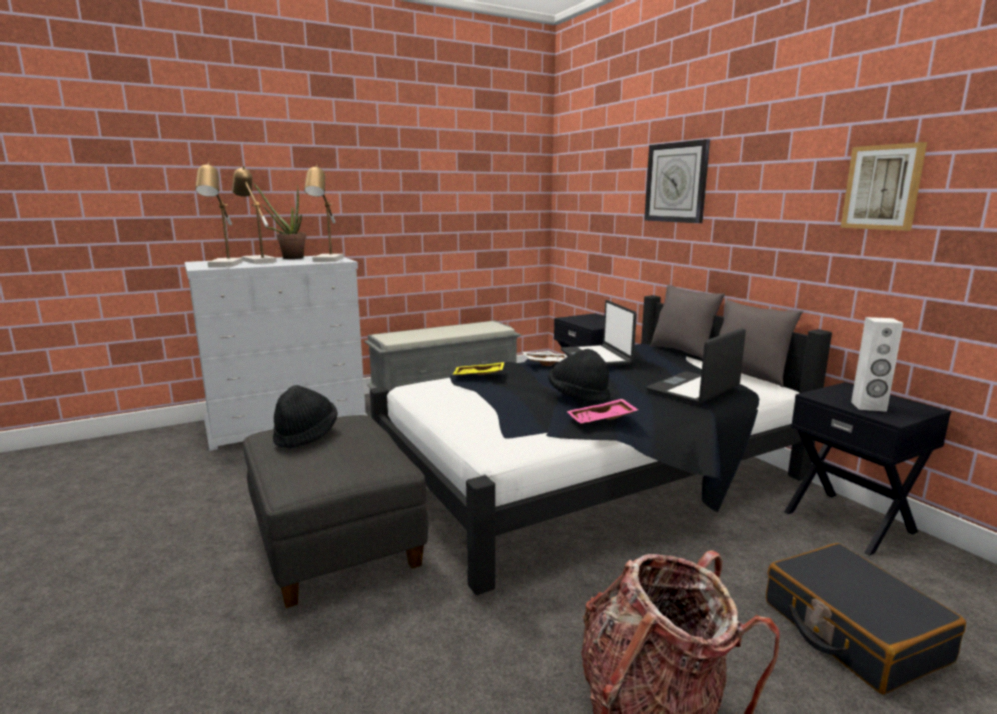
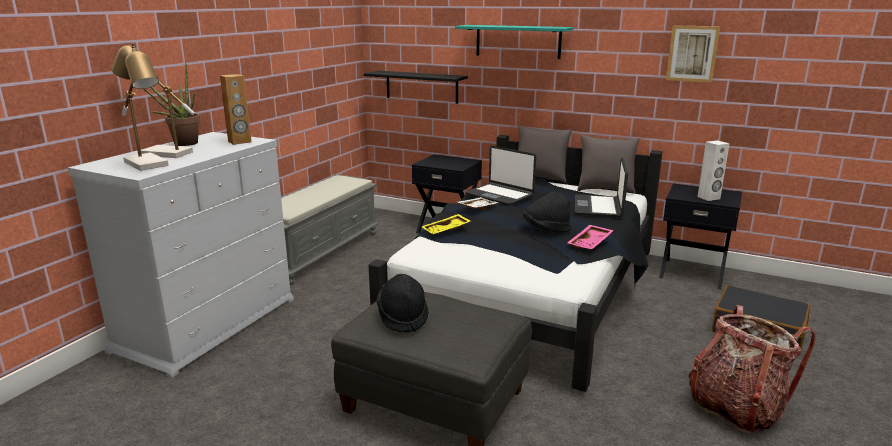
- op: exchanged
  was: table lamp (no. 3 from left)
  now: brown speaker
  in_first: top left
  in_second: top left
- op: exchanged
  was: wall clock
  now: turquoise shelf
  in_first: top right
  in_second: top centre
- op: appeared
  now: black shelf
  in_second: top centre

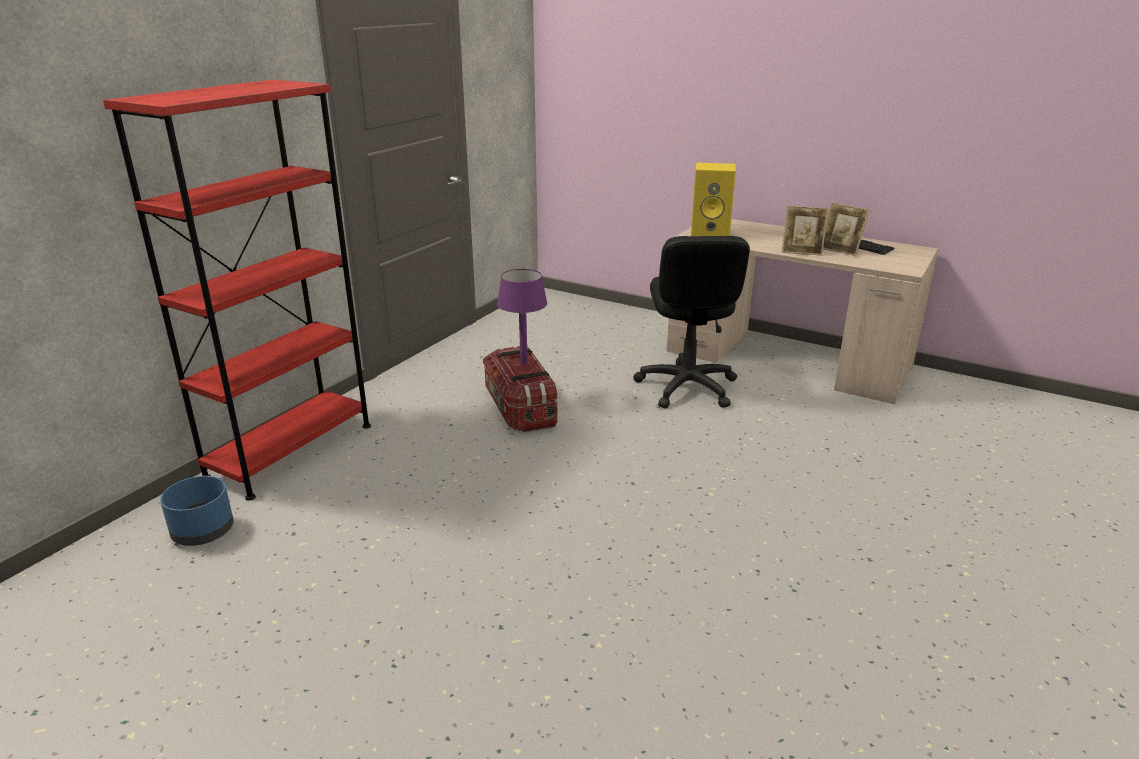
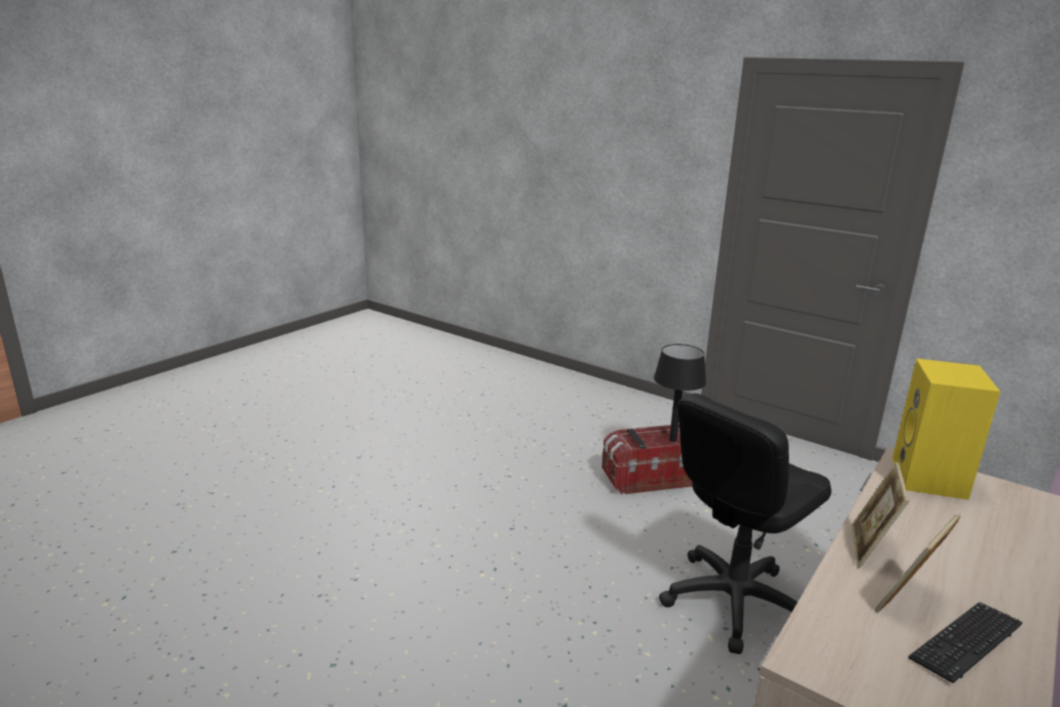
- op: missing
  was: red bookcase
  in_first: middle left
- op: missing
  was: blue planter
  in_first: bottom left
- op: colour
  was: purple table lamp
  now: black table lamp
  in_first: centre
  in_second: centre
- op: spun
  was: black office chair
  in_first: centre
  in_second: bottom right
  clockwise: -45

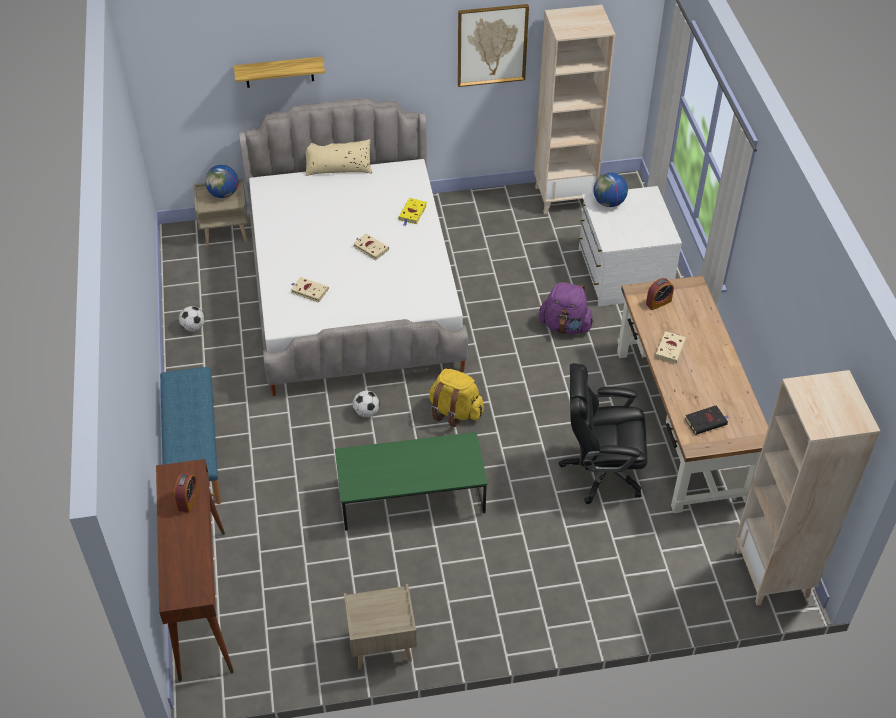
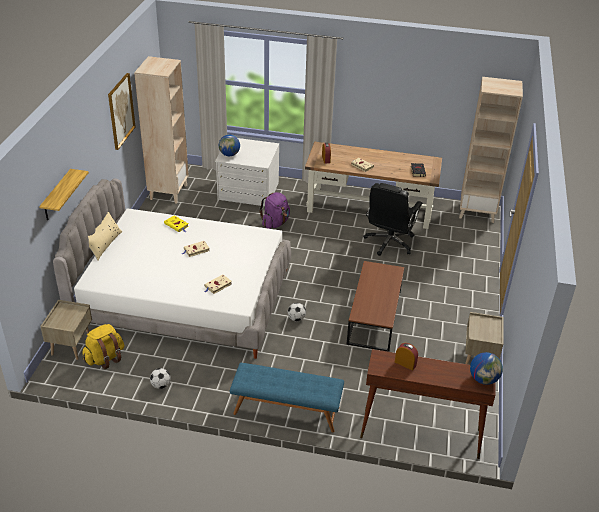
- op: relocated
  was: globe (no. 1 from left in the first image)
  now: globe (no. 2 from left)
  in_first: top left
  in_second: bottom right
- op: colour
  was: green coffee table
  now: brown coffee table
  in_first: bottom centre
  in_second: centre
- op: relocated
  was: yellow backpack
  in_first: centre
  in_second: bottom left

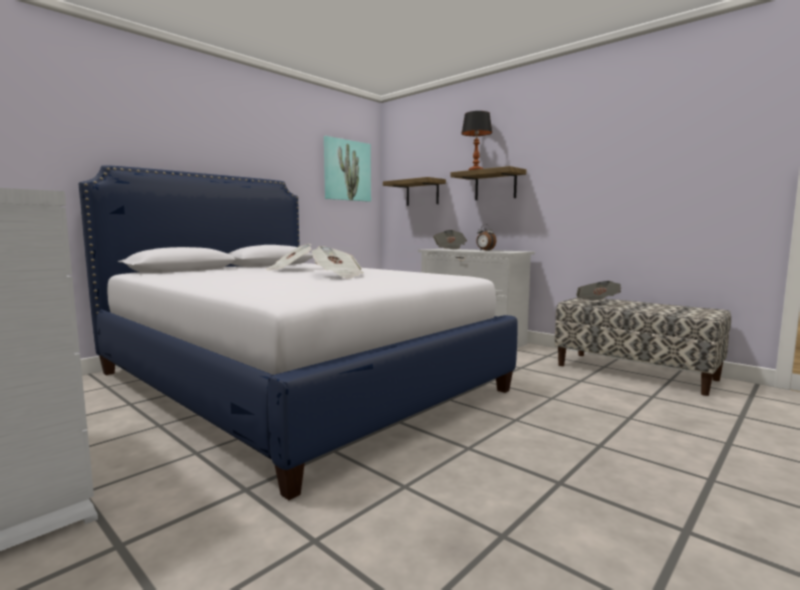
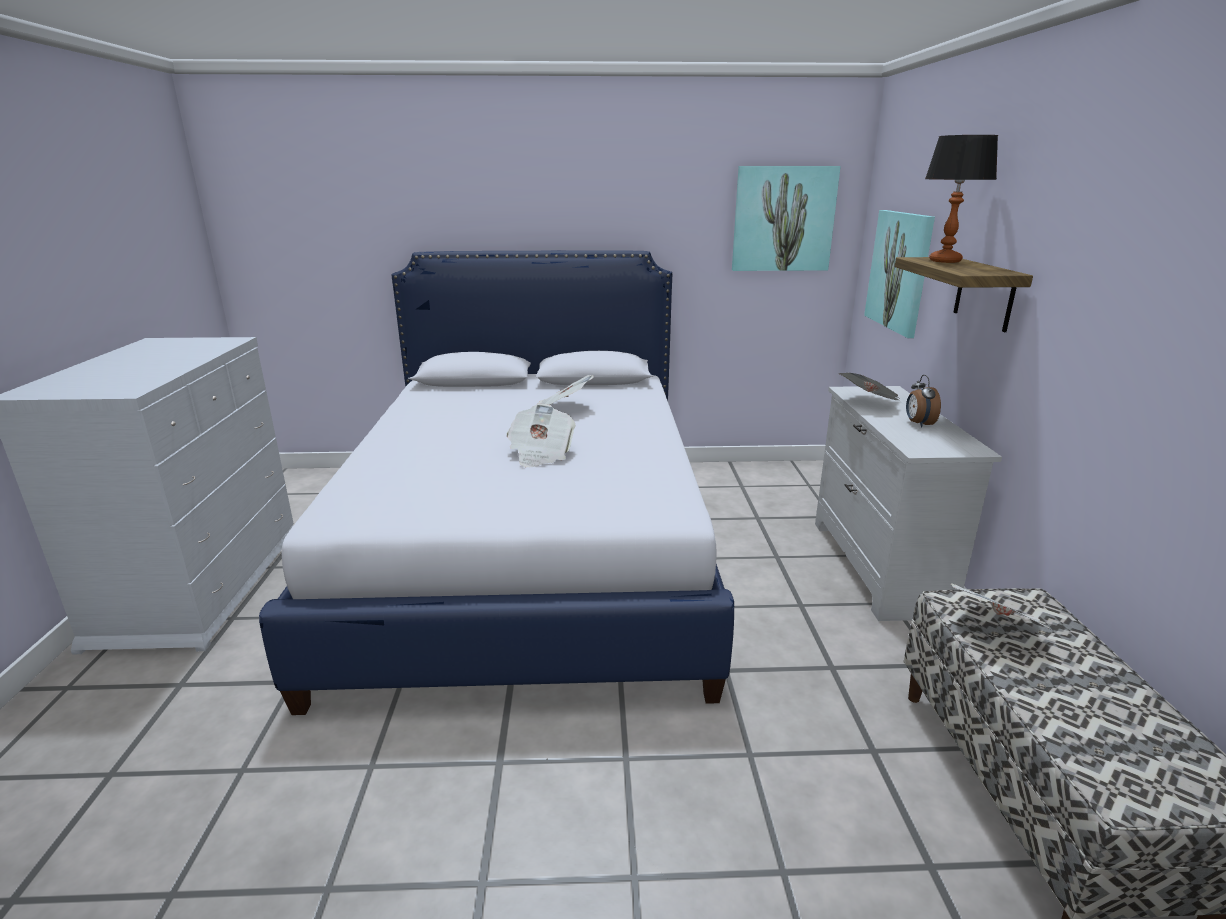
- op: exchanged
  was: shelf (no. 1 from left)
  now: picture (no. 2 from left)
  in_first: top centre
  in_second: top right

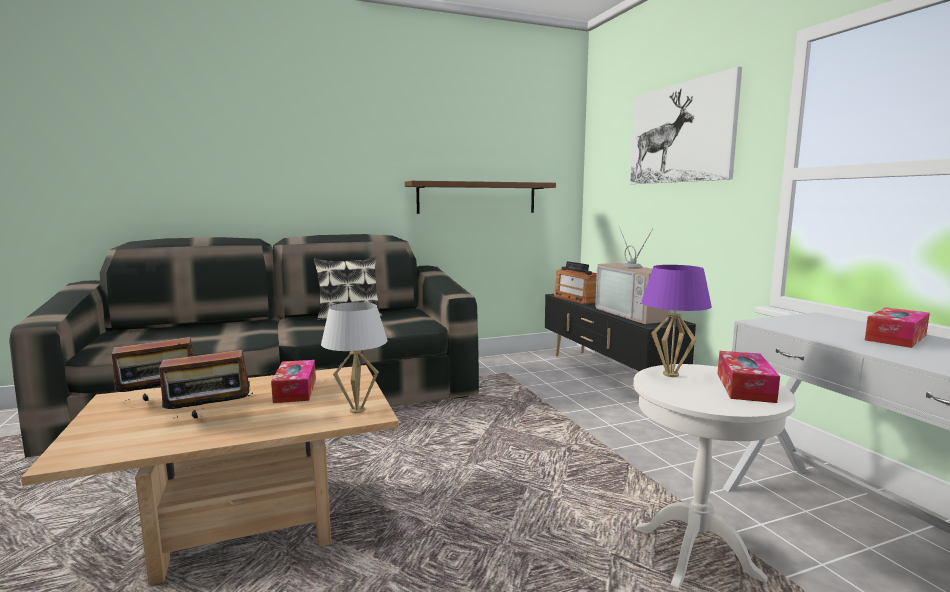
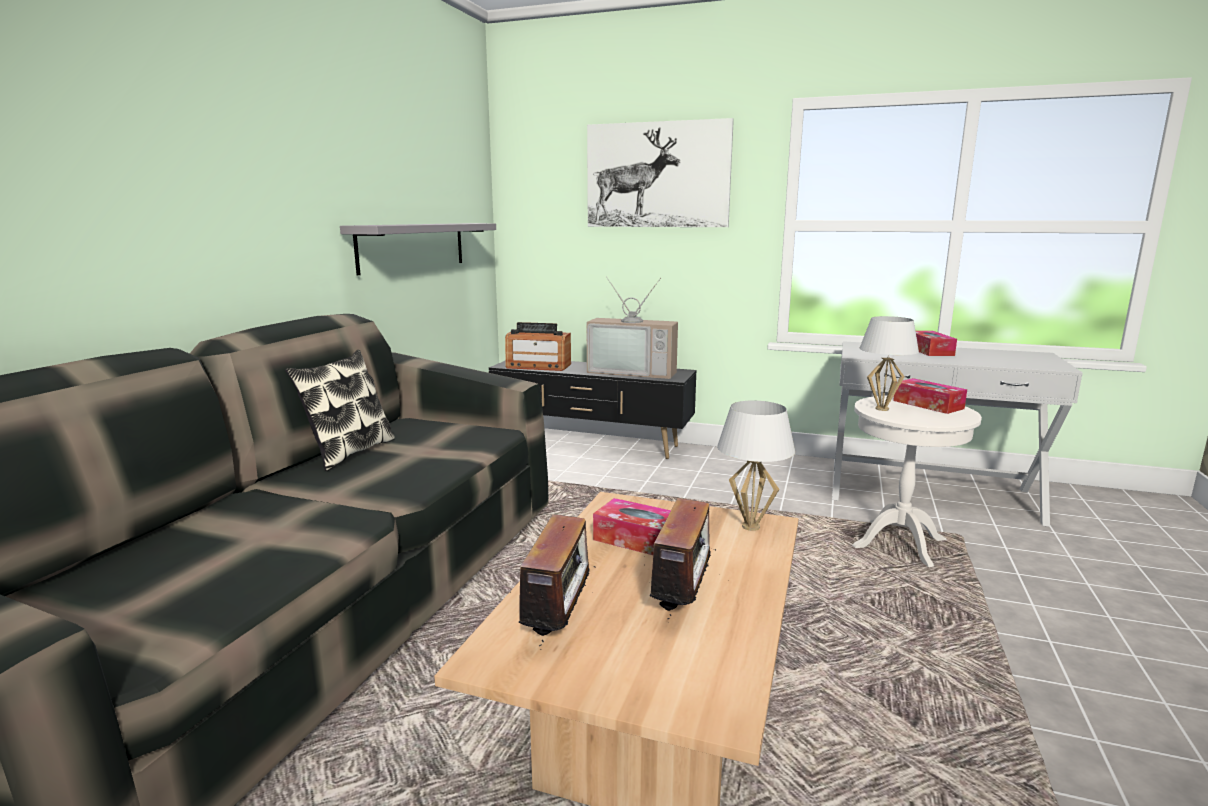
- op: colour
  was: brown shelf
  now: grey shelf
  in_first: top centre
  in_second: top centre
- op: colour
  was: purple table lamp
  now: white table lamp (no. 2 from left)
  in_first: middle right
  in_second: middle right

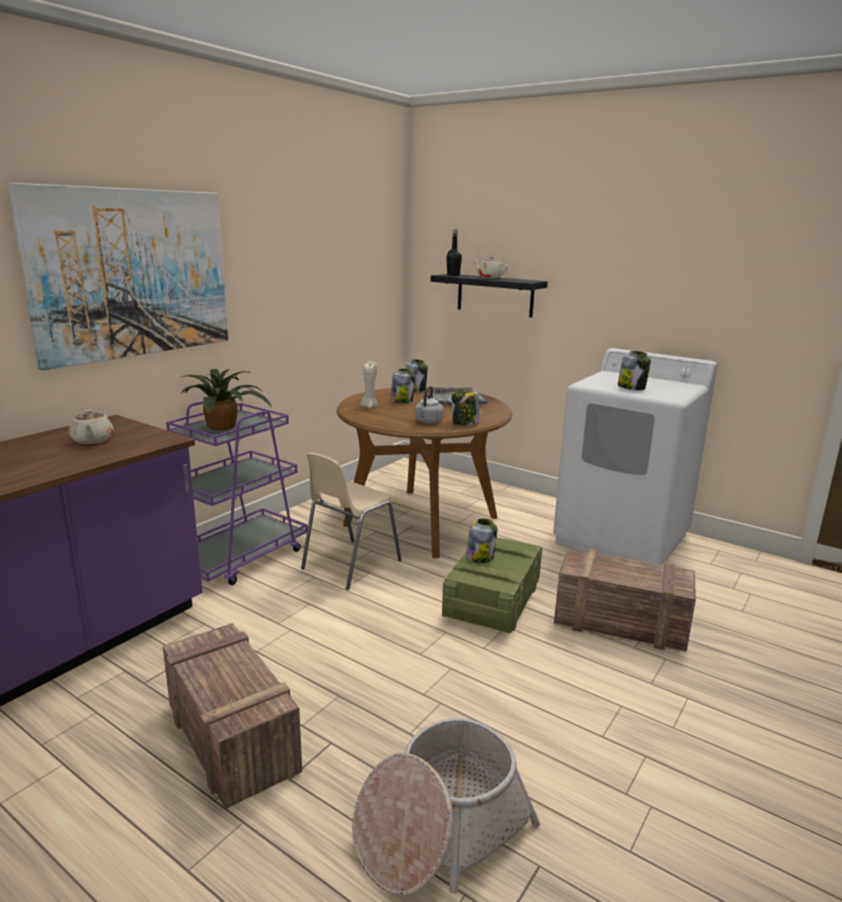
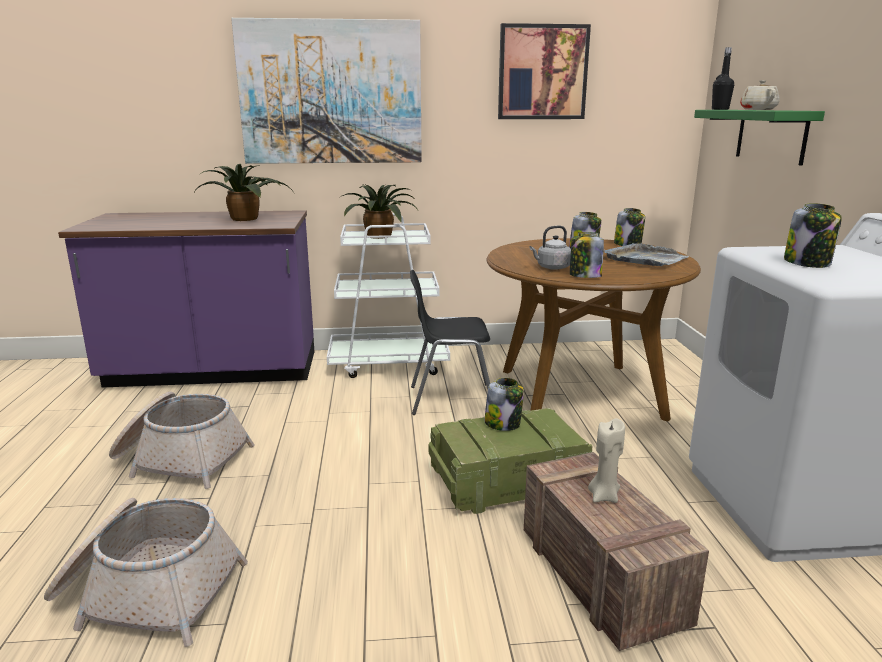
- op: exchanged
  was: beige teapot (no. 1 from left)
  now: potted plant (no. 1 from left)
  in_first: middle left
  in_second: top left
- op: exchanged
  was: crate (no. 1 from left)
  now: basket (no. 2 from left)
  in_first: bottom left
  in_second: middle left
- op: colour
  was: purple cart
  now: white cart
  in_first: middle left
  in_second: centre
- op: colour
  was: beige chair
  now: black chair
  in_first: centre
  in_second: centre
- op: relocated
  was: beige candle
  in_first: centre
  in_second: bottom right
- op: colour
  was: black shelf
  now: green shelf
  in_first: top centre
  in_second: top right
- op: appeared
  now: picture (no. 2 from left)
  in_second: top centre

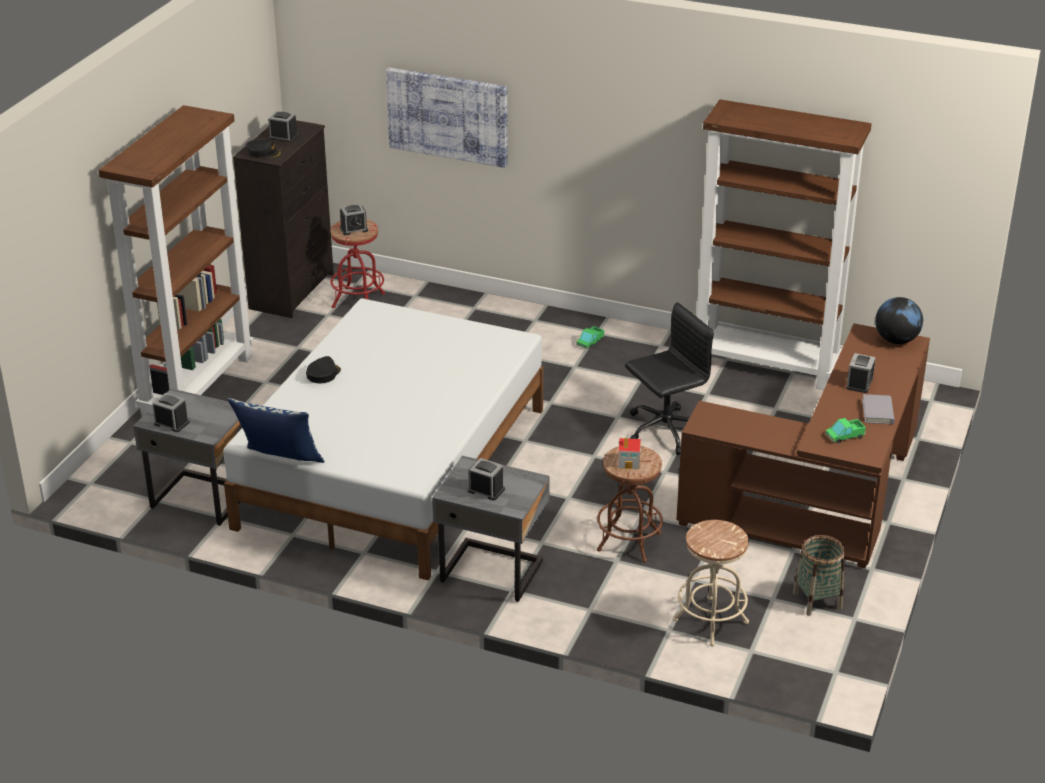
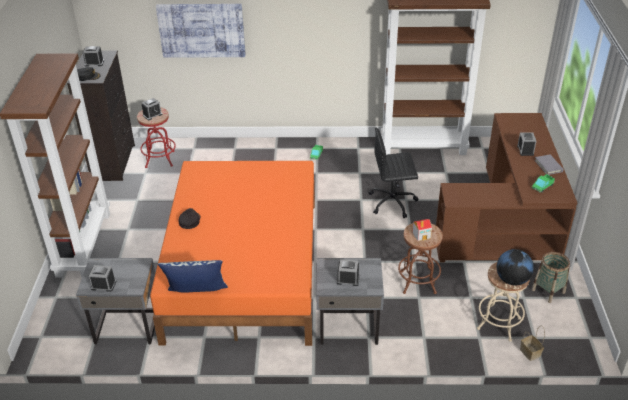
- op: colour
  was: white bed
  now: orange bed
  in_first: centre
  in_second: centre
- op: spun
  was: black office chair
  in_first: centre
  in_second: centre
  clockwise: -135
- op: relocated
  was: globe
  in_first: middle right
  in_second: bottom right
- op: appeared
  now: basket (no. 1 from left)
  in_second: bottom right

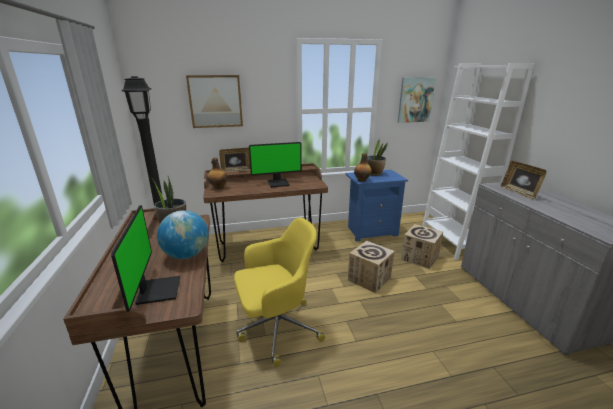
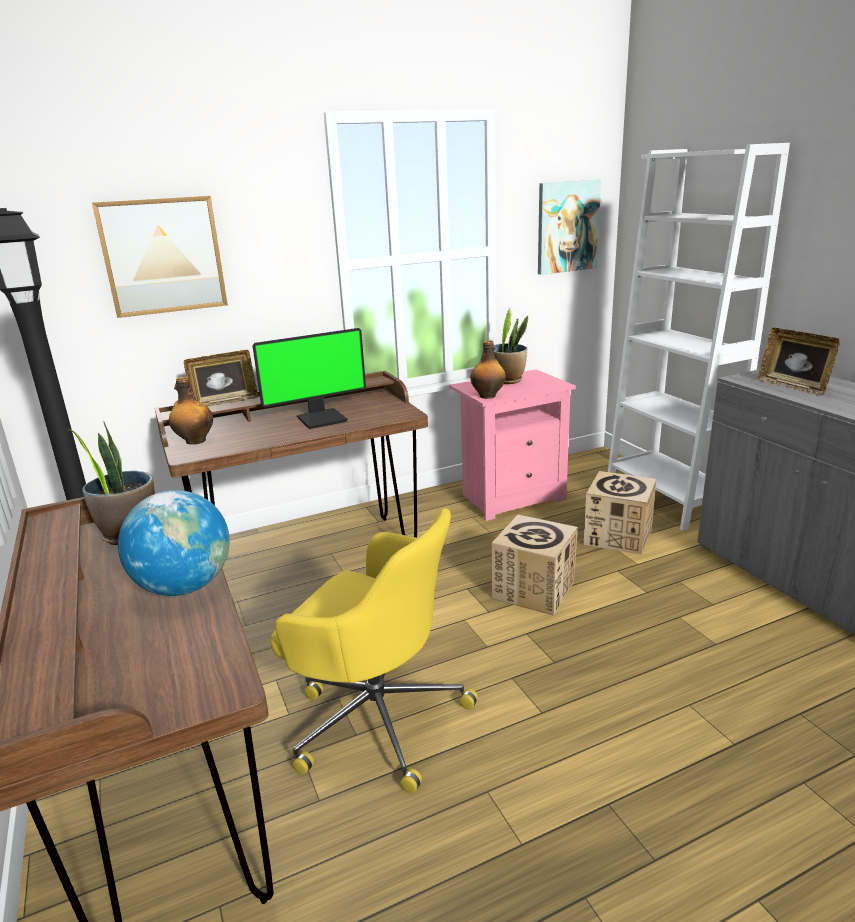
- op: missing
  was: monitor (no. 1 from left)
  in_first: middle left
- op: spun
  was: yellow office chair
  in_first: bottom centre
  in_second: bottom centre
  clockwise: 60
- op: colour
  was: blue nightstand
  now: pink nightstand
  in_first: centre
  in_second: centre

